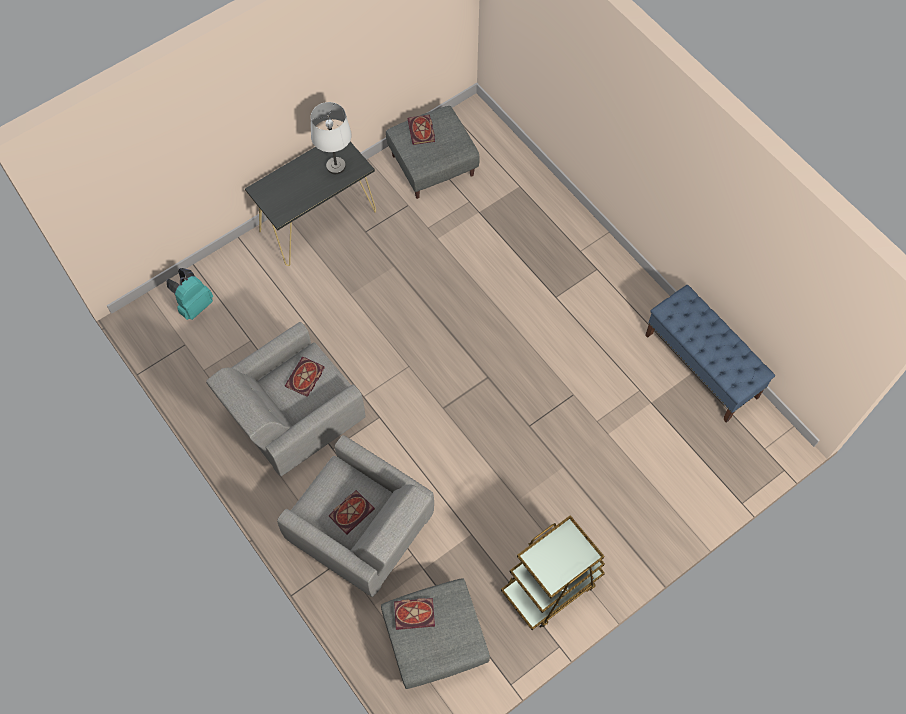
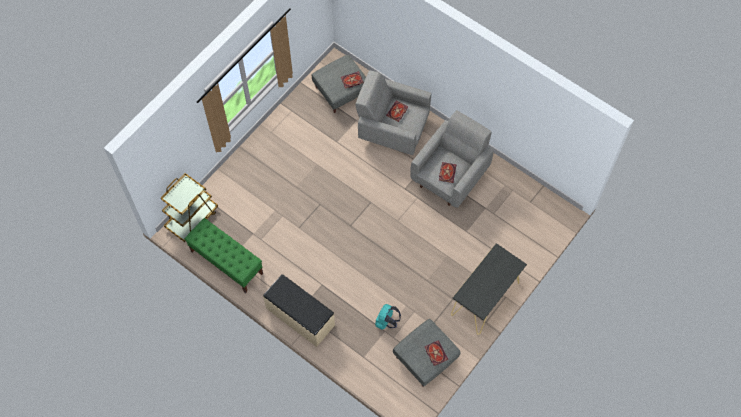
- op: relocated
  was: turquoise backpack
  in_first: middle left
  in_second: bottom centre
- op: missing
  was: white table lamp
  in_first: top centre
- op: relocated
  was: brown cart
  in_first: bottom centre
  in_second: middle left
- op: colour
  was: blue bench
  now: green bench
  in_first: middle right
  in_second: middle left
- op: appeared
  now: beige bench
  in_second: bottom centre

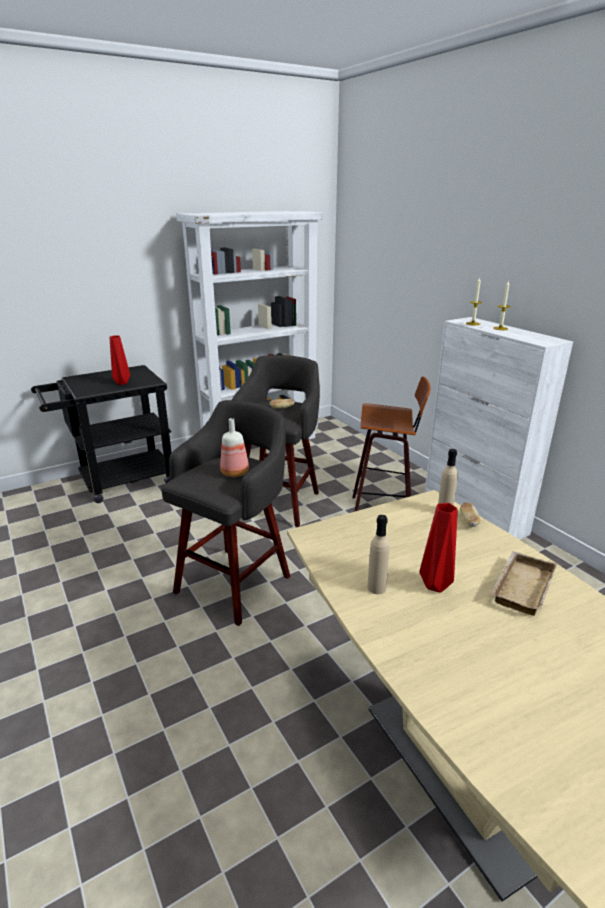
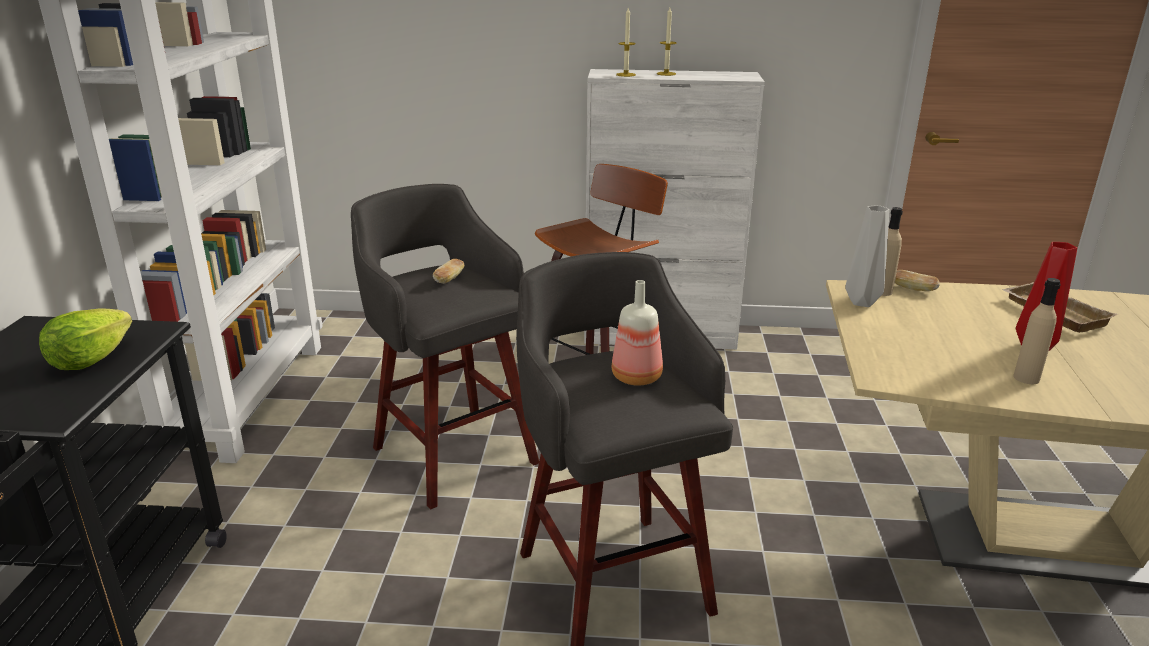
- op: exchanged
  was: red vase (no. 1 from left)
  now: lettuce
  in_first: middle left
  in_second: middle left
- op: appeared
  now: grey vase
  in_second: middle right

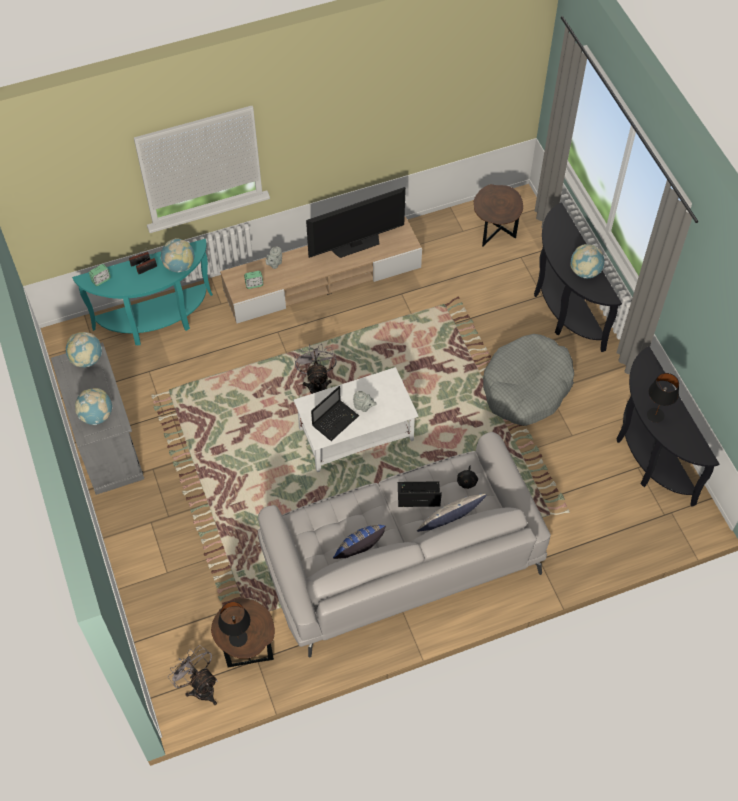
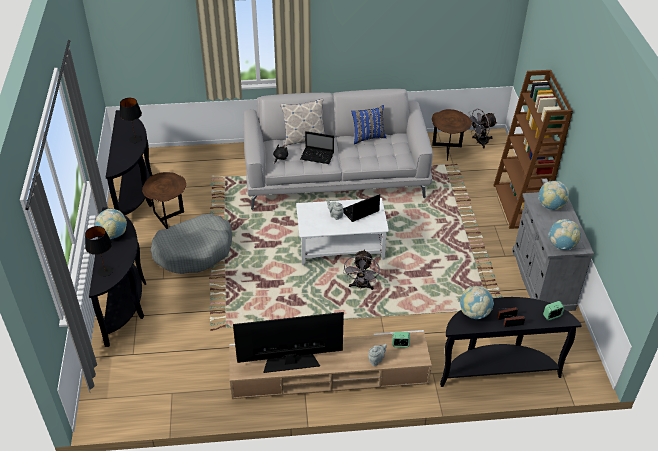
- op: colour
  was: turquoise console table
  now: black console table (no. 3 from left)
  in_first: middle left
  in_second: bottom right
- op: spun
  was: grey fan (no. 1 from left in the first image)
  in_first: bottom left
  in_second: top right
  clockwise: 90
- op: relocated
  was: black table lamp (no. 1 from left)
  in_first: bottom left
  in_second: middle left
- op: relocated
  was: brown side table (no. 2 from left in the first image)
  now: brown side table (no. 1 from left)
  in_first: top right
  in_second: middle left
- op: appeared
  now: brown bookcase
  in_second: top right

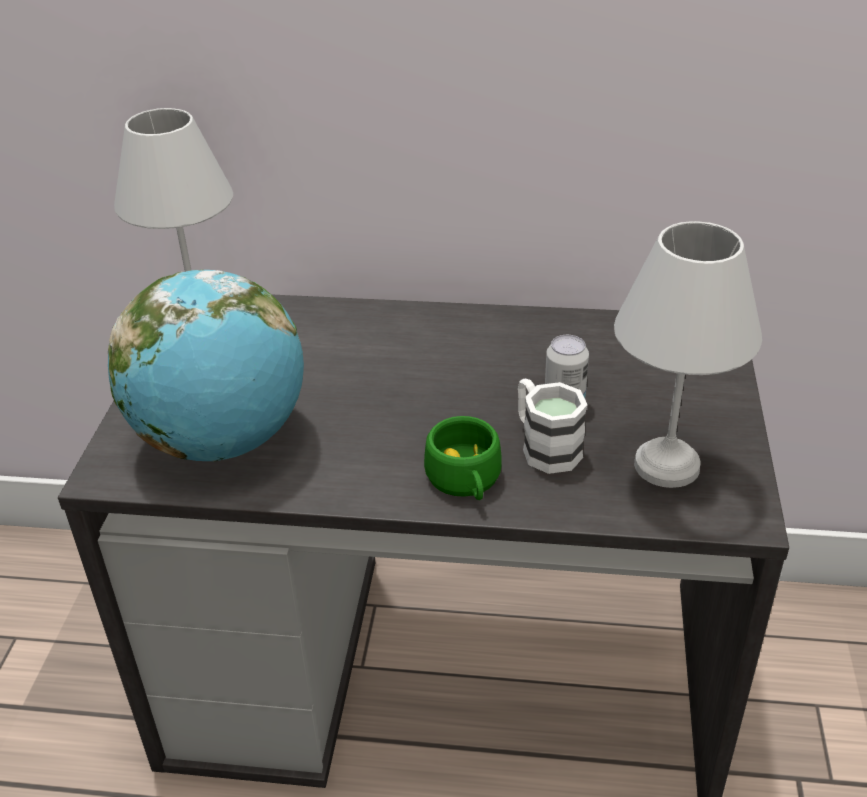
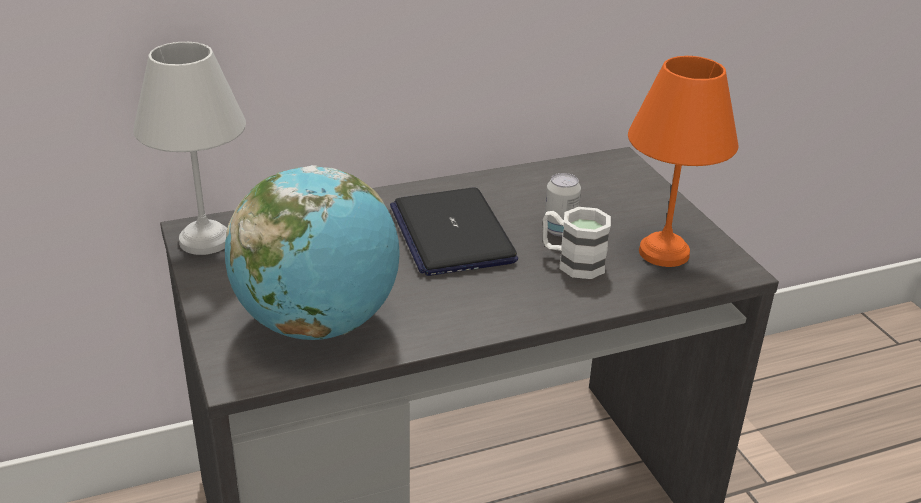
- op: missing
  was: green cup
  in_first: centre
- op: colour
  was: white table lamp (no. 2 from left)
  now: orange table lamp
  in_first: middle right
  in_second: top right
- op: appeared
  now: laptop
  in_second: centre

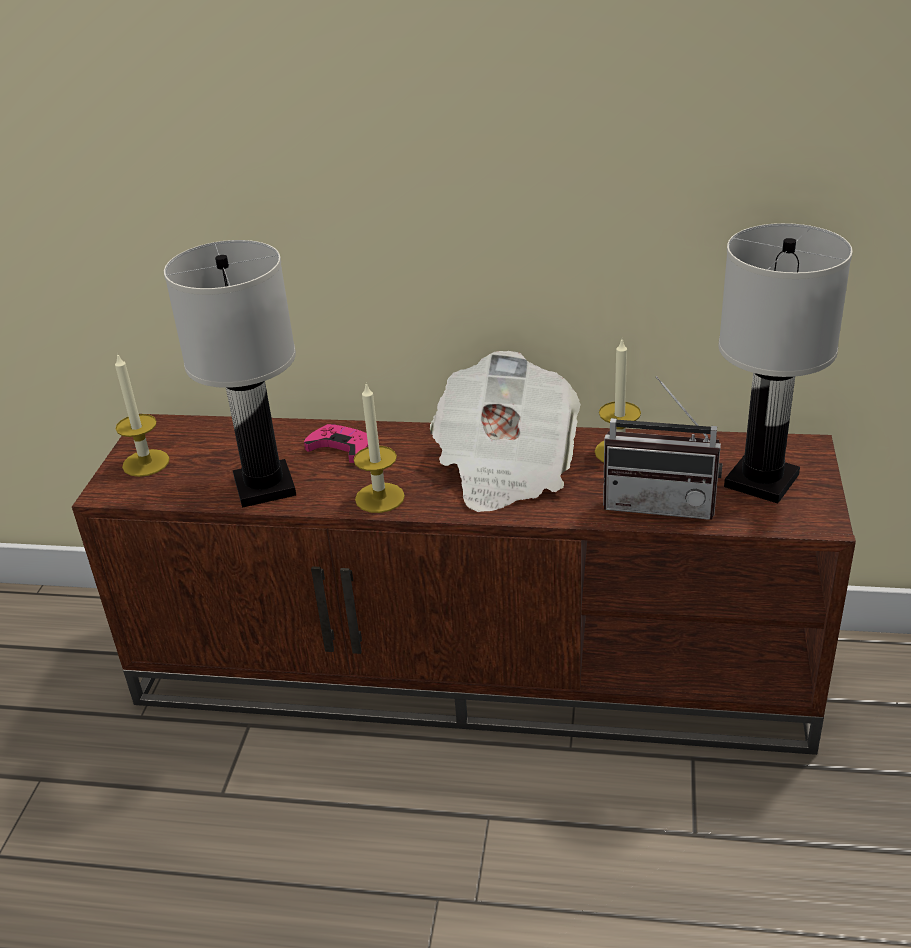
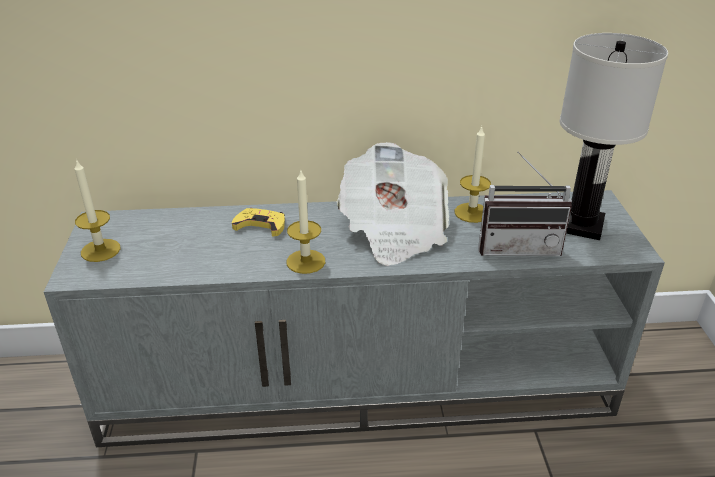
- op: colour
  was: brown tv stand
  now: grey tv stand
  in_first: centre
  in_second: bottom centre
- op: missing
  was: white table lamp (no. 1 from left)
  in_first: middle left
- op: colour
  was: pink game controller
  now: yellow game controller
  in_first: centre
  in_second: centre

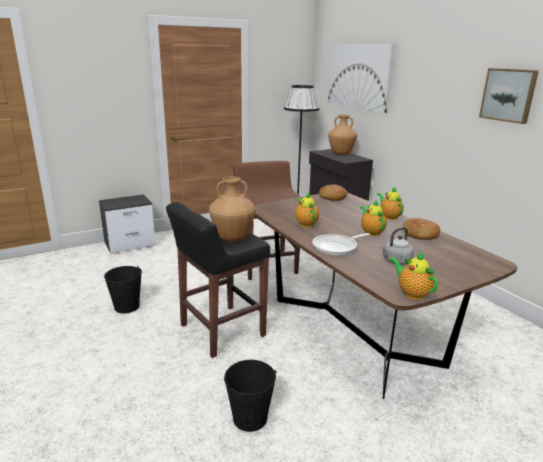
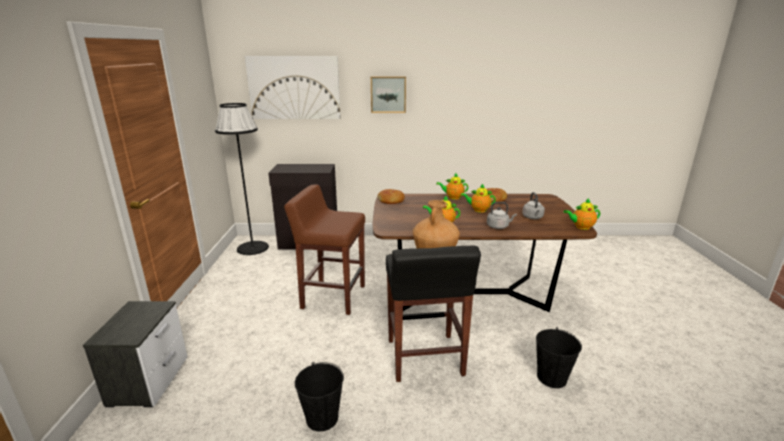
- op: exchanged
  was: frying pan
  now: grey kettle (no. 1 from left)
  in_first: centre
  in_second: centre
- op: missing
  was: brown vase (no. 2 from left)
  in_first: top centre
- op: relocated
  was: picture (no. 2 from left)
  in_first: top right
  in_second: top centre

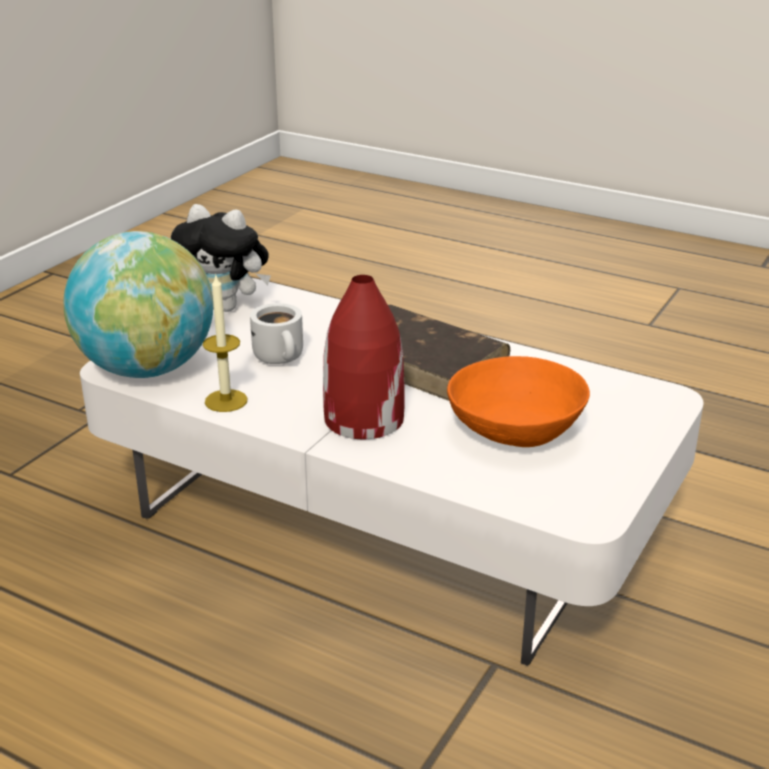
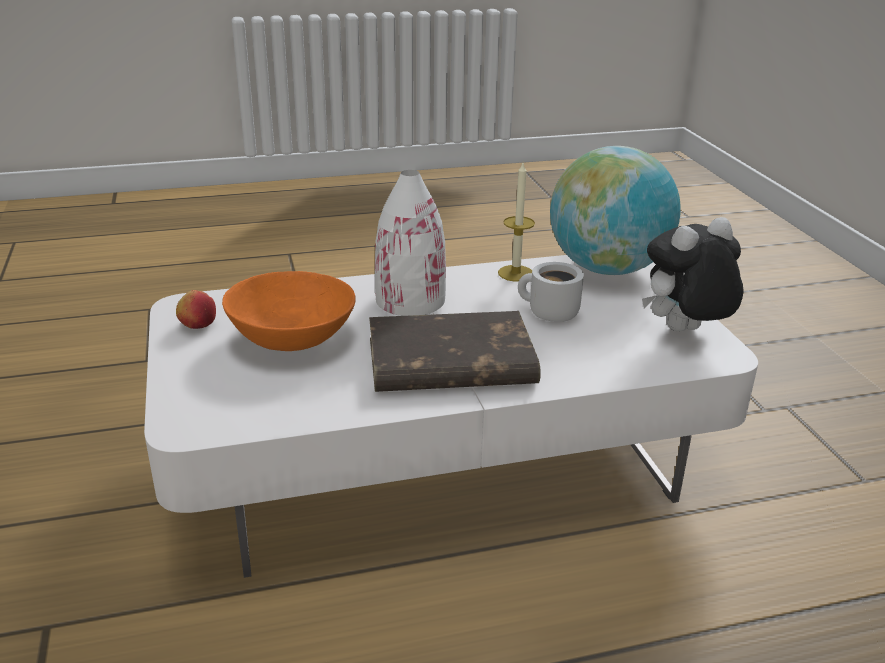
- op: colour
  was: red vase
  now: white vase
  in_first: centre
  in_second: centre
- op: appeared
  now: apple
  in_second: middle left

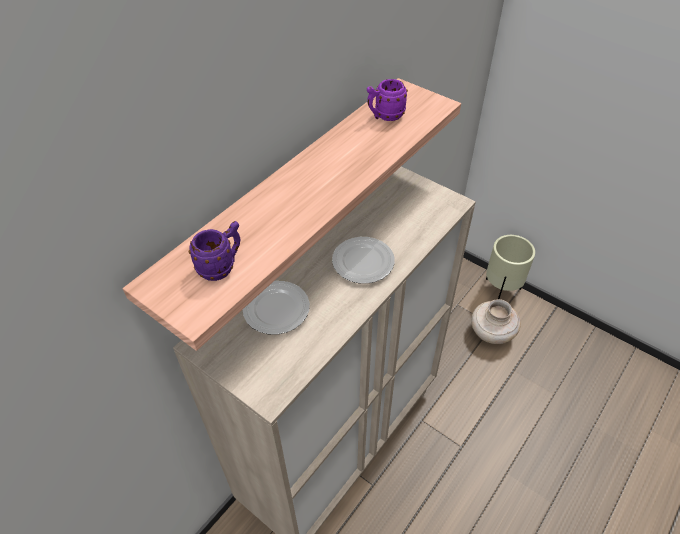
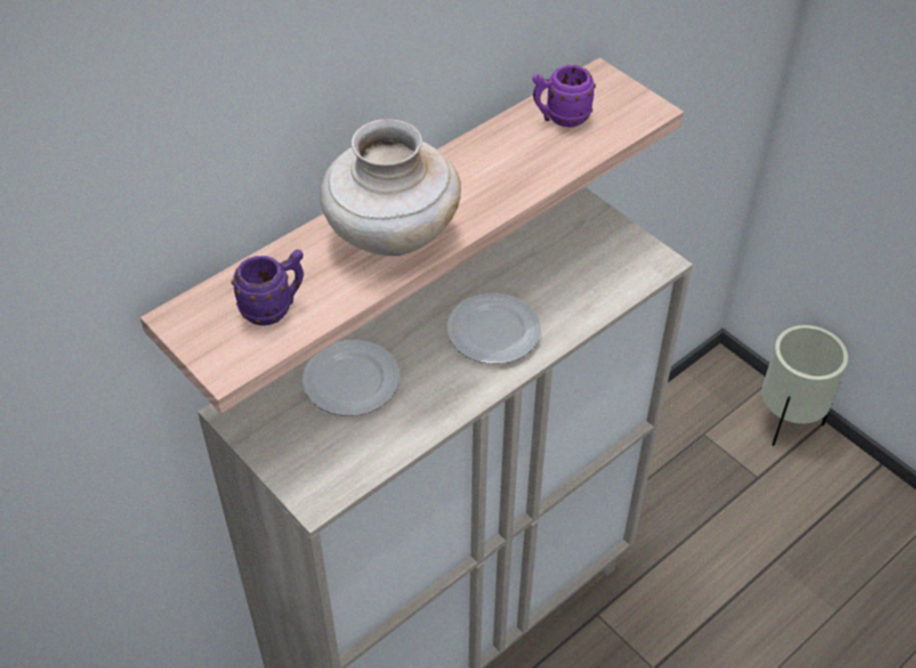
- op: relocated
  was: beige vase
  in_first: middle right
  in_second: top centre

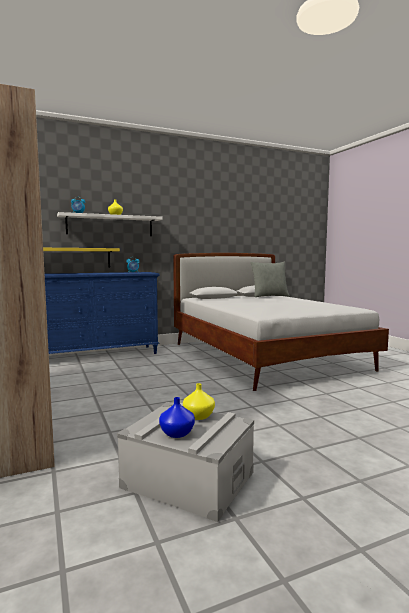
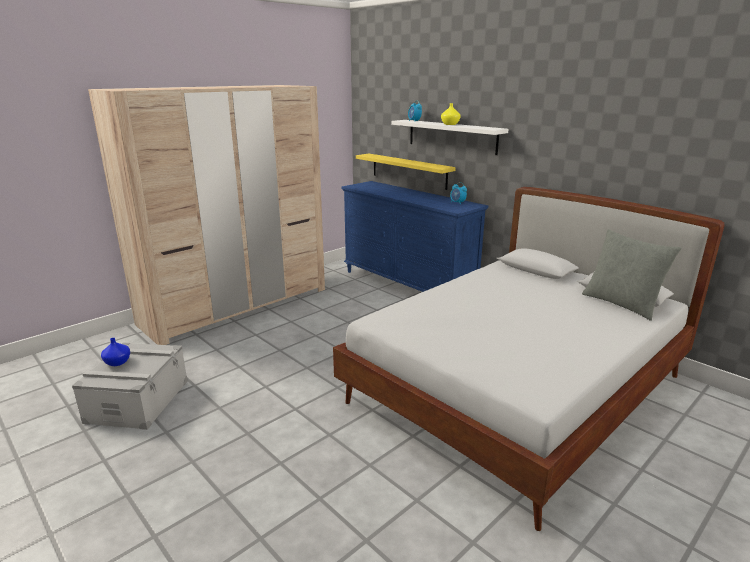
- op: missing
  was: yellow vase (no. 2 from left)
  in_first: centre

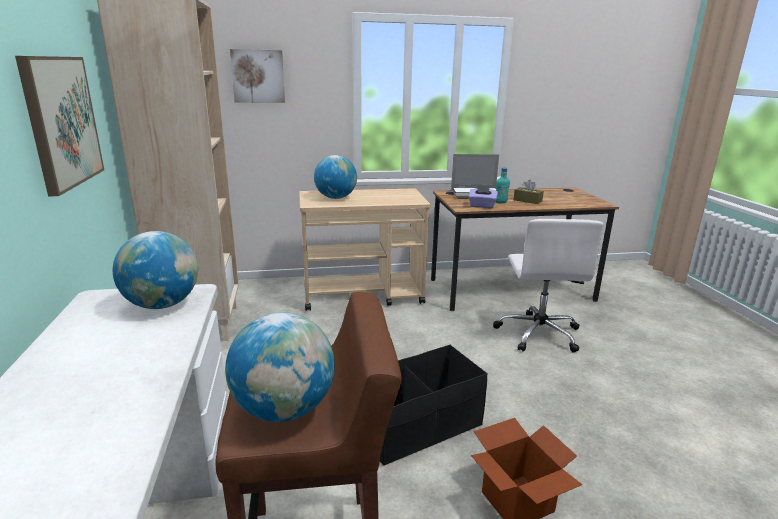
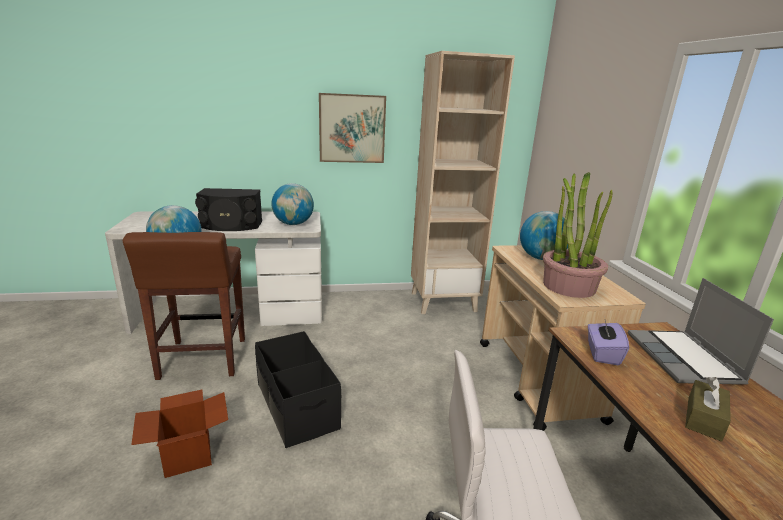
- op: missing
  was: picture (no. 2 from left)
  in_first: top left
- op: missing
  was: turquoise bottle
  in_first: centre
- op: appeared
  now: black speaker
  in_second: middle left
- op: appeared
  now: potted plant
  in_second: middle right

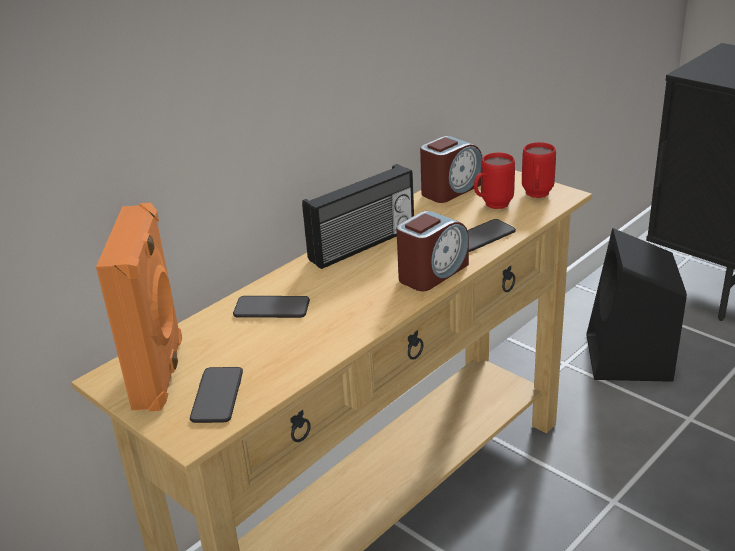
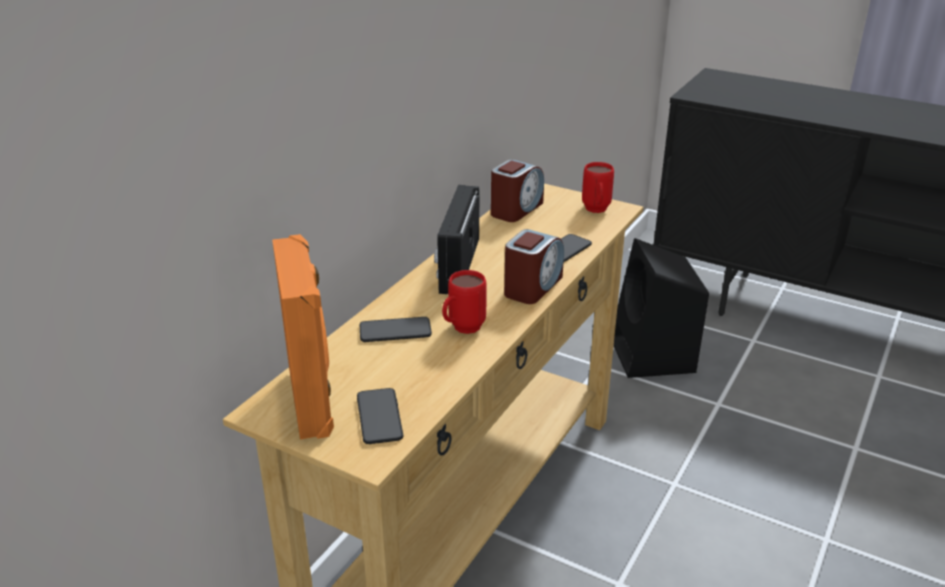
- op: spun
  was: radio
  in_first: centre
  in_second: centre
  clockwise: 150
- op: relocated
  was: red mug (no. 1 from left)
  in_first: top right
  in_second: centre

